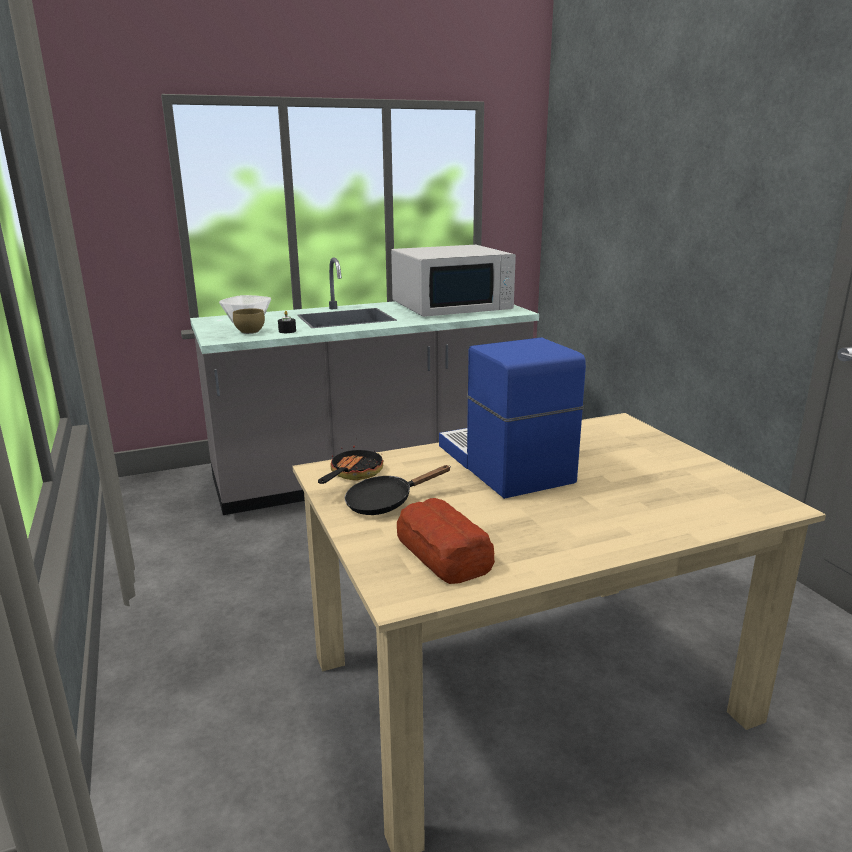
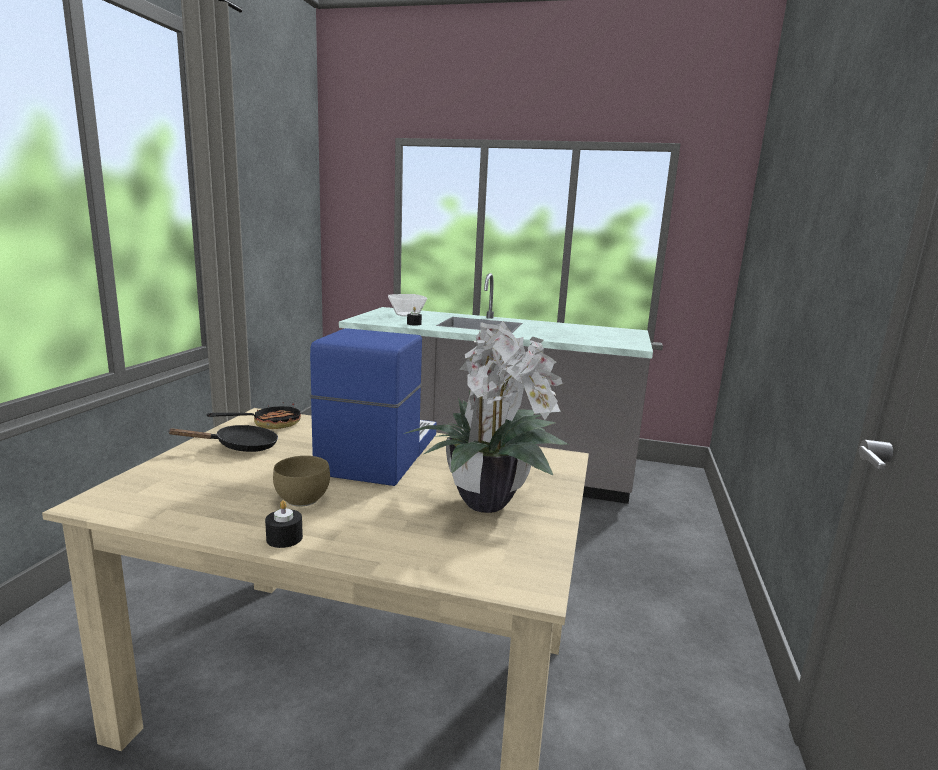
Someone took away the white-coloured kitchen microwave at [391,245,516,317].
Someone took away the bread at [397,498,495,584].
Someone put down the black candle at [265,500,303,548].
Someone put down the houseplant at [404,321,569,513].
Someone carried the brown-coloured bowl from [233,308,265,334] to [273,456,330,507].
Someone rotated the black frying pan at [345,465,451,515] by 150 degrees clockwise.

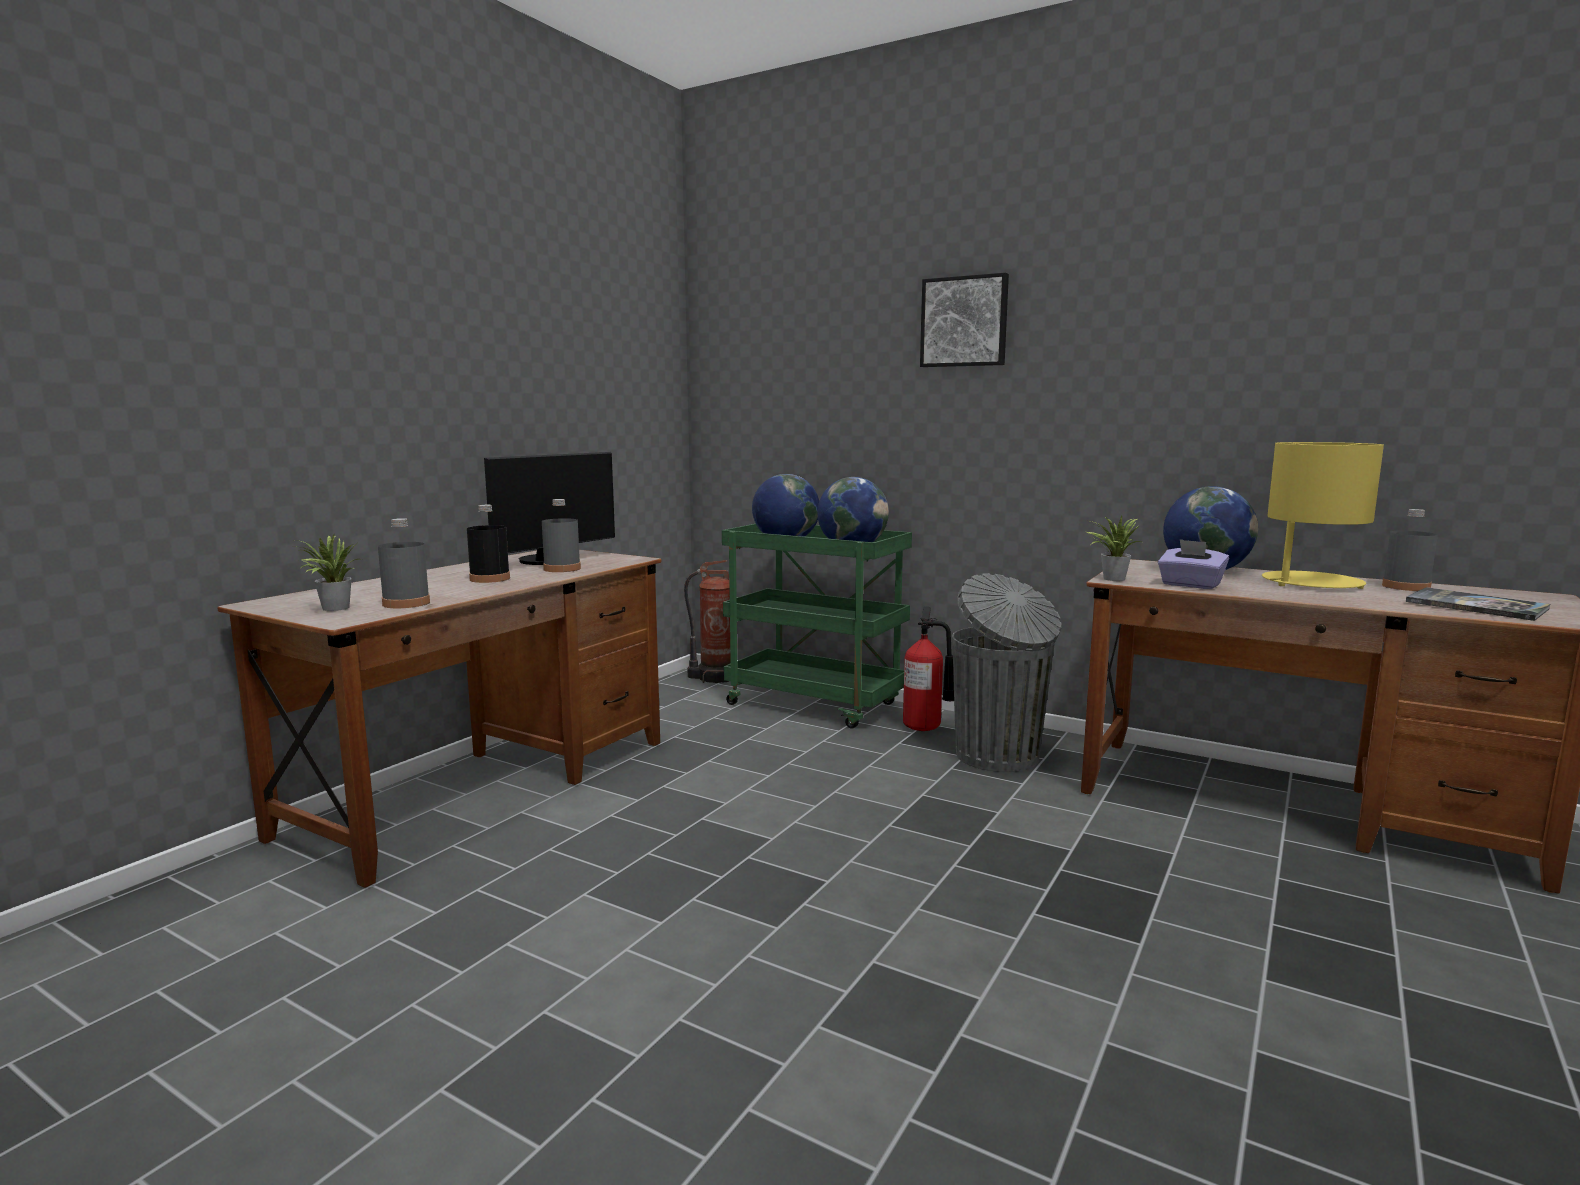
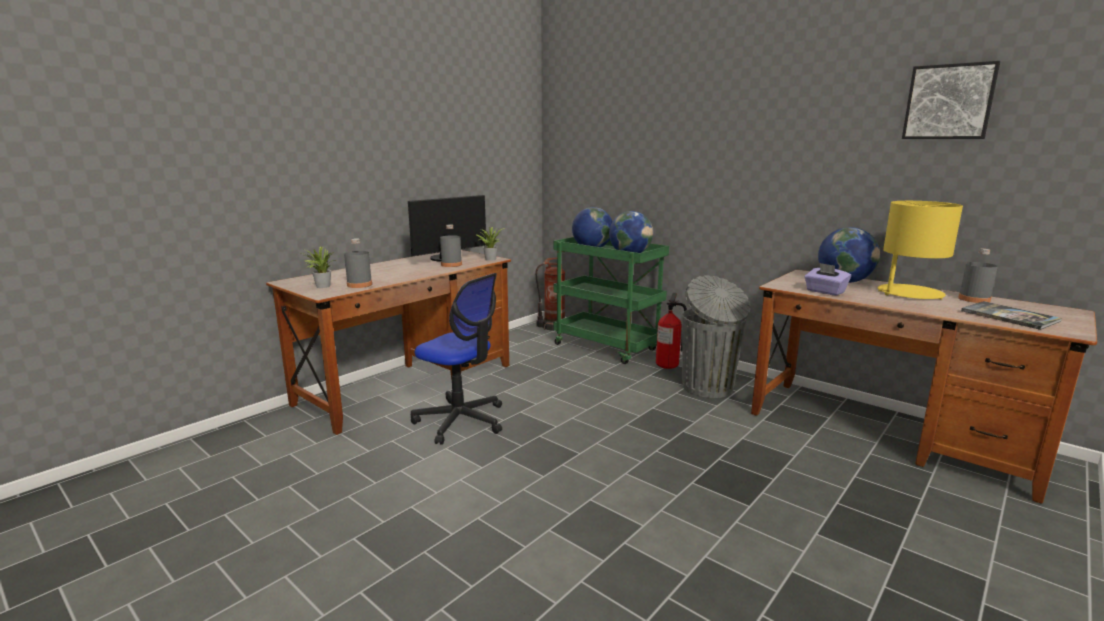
Someone took away the black beverage bottle at [467,505,510,583].
Someone put down the desk chair at [411,273,502,445].
Someone carried the wall art from [920,273,1009,367] to [902,61,1000,139].
Someone carried the houseplant from [1086,516,1144,581] to [475,227,505,261].

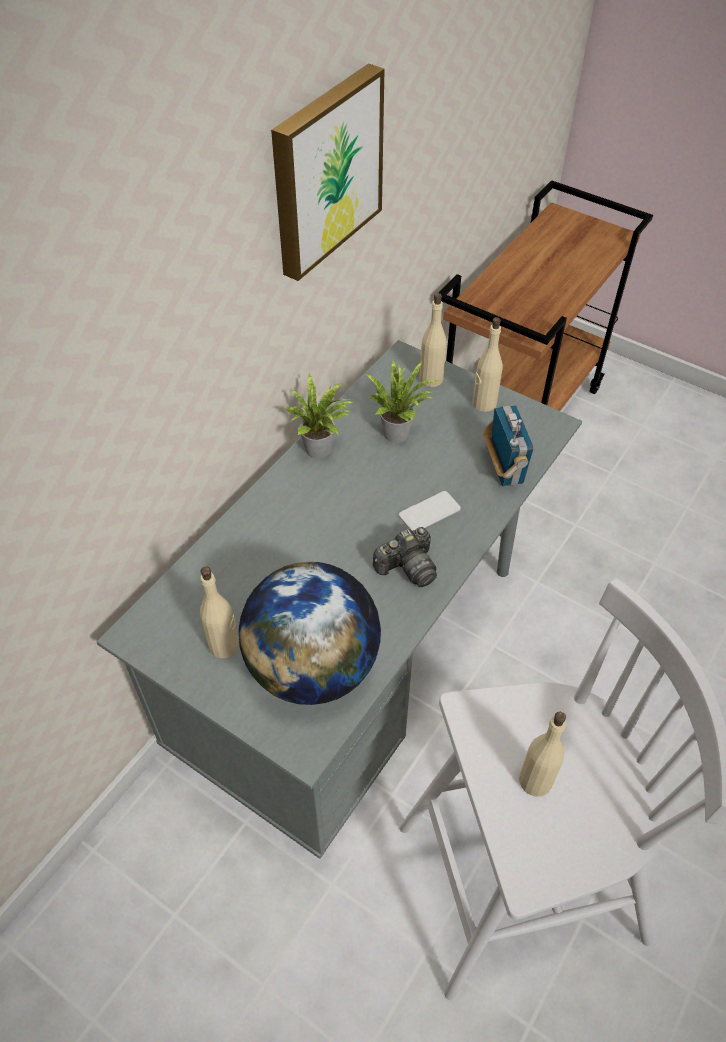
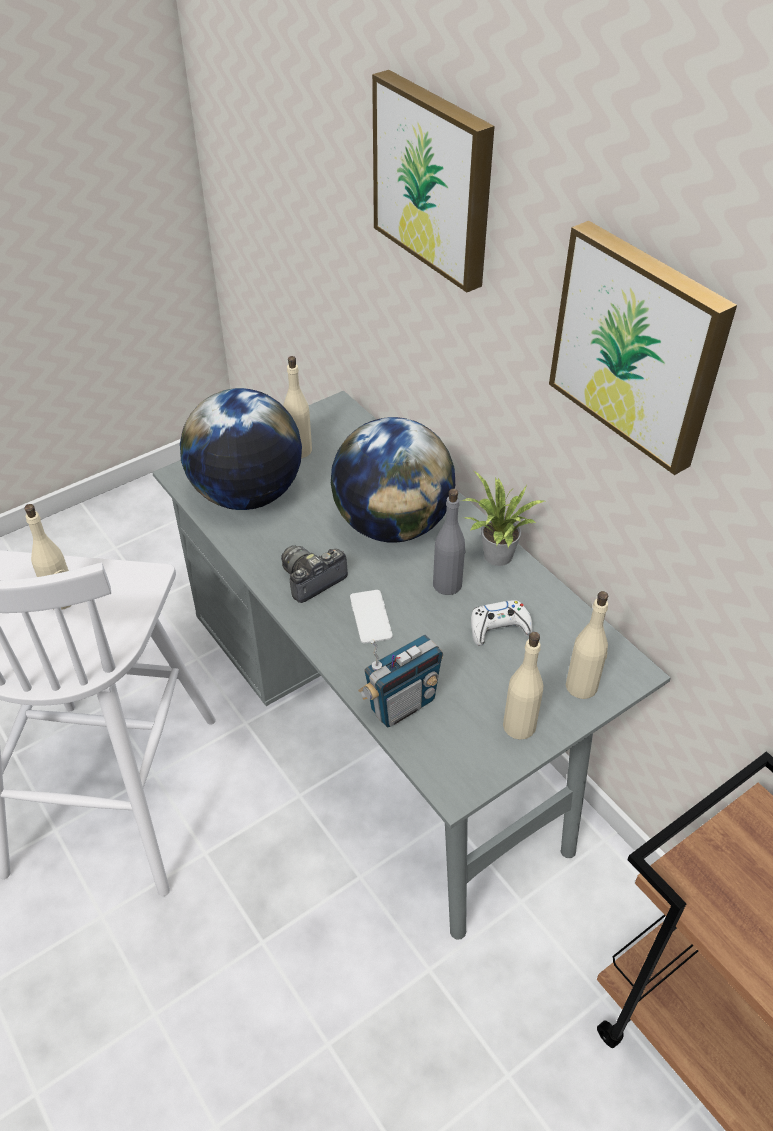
Someone put down the globe at [331,417,455,543].
Someone put up the wall art at [372,70,495,293].
Someone put down the grey beverage bottle at [433,489,465,595].
Someone swapped the houseplant at [365,360,437,443] for the white-coloured joypad at [471,600,533,645].
Someone rotated the photo camera at [373,527,437,587] by 60 degrees clockwise.
Someone rotated the radio set at [483,405,533,486] by 45 degrees counterclockwise.

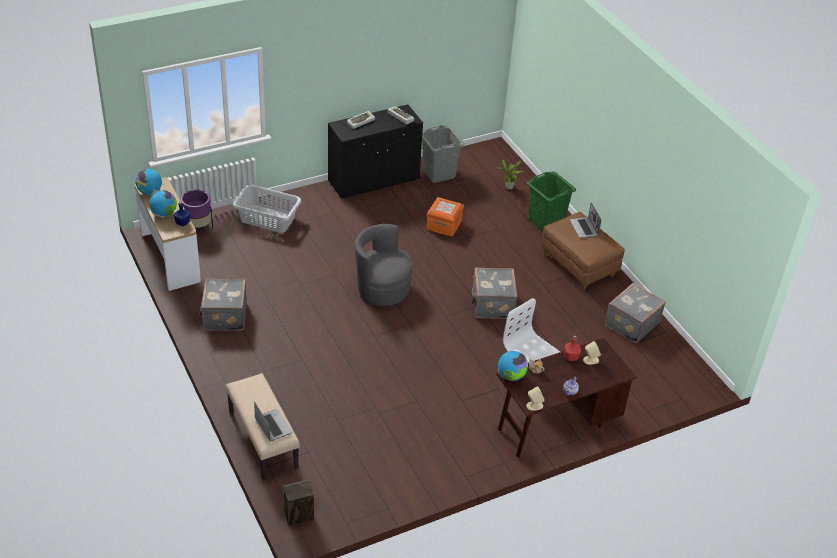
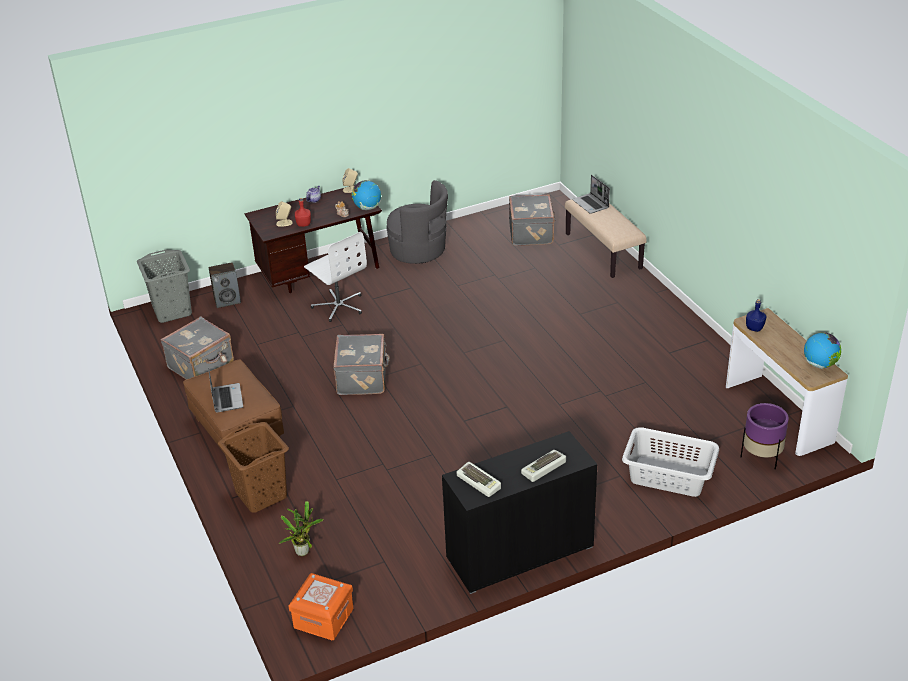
Someone took away the globe at [150,190,177,218].
Someone carried the grey suitcase from [199,278,247,331] to [509,194,556,246].
Someone carried the audio speaker from [283,480,314,526] to [209,262,241,308].
Someone carried the grey armchair from [355,224,413,306] to [386,180,448,264].
Someone carried the grey hamper from [422,125,464,183] to [137,250,192,323].
Someone carried the orange storage bin from [426,197,464,237] to [288,573,353,640].
Someone repainted the green-coloured hamper at [527,172,576,231], which became the brown-coloured hamper at [218,422,289,512].

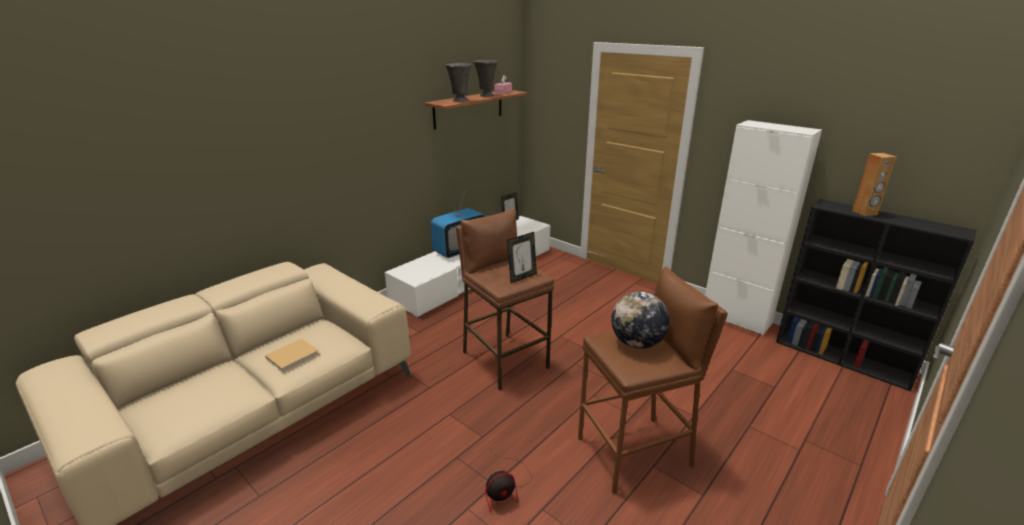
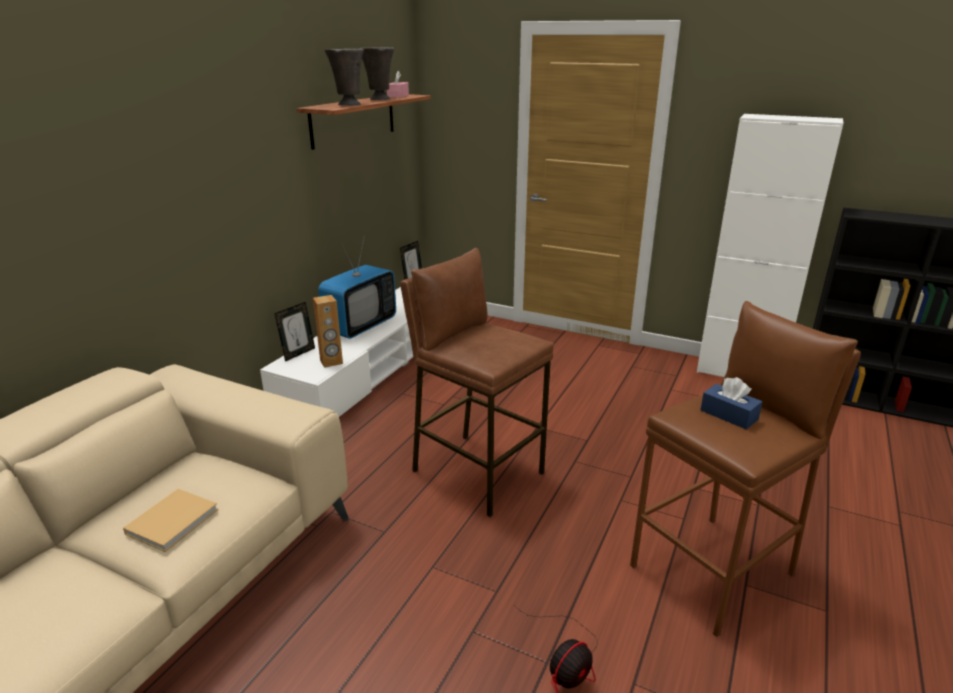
Someone carried the standing frame from [507,232,537,283] to [274,302,315,361].
Someone carried the brown-coloured audio speaker from [852,153,896,216] to [313,295,343,368].
Someone swapped the globe at [611,292,670,349] for the blue-coloured box of tissues at [700,377,762,429].

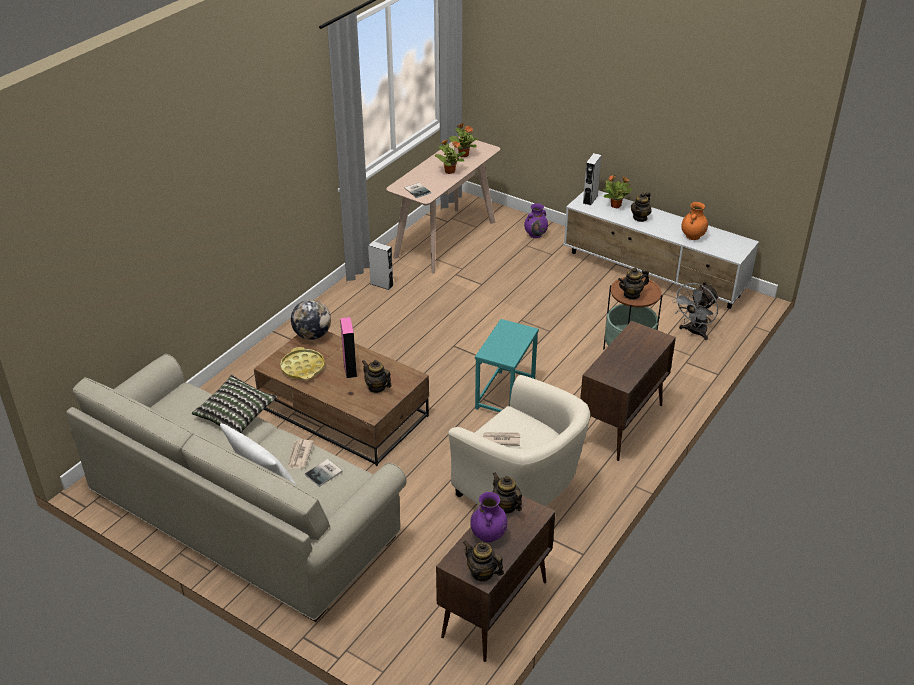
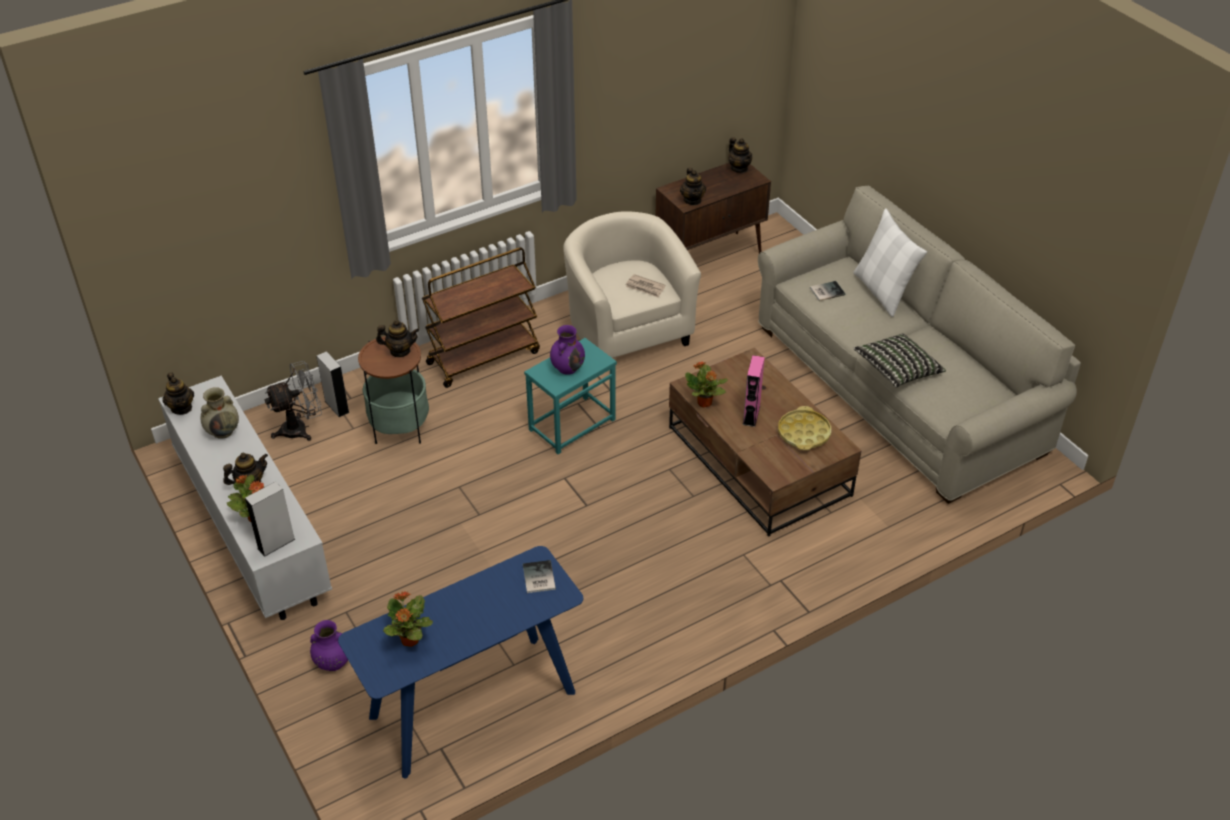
Someone took away the daily paper at [287,439,314,469].
Someone took away the globe at [291,300,331,340].
Someone carried the pot for tea from [362,360,392,393] to [163,372,194,415].
Someone carried the grey audio speaker from [368,241,394,290] to [317,351,350,417].
Someone carried the houseplant from [434,139,466,174] to [685,361,728,407].
Someone carried the purple decorative vase from [470,492,508,542] to [550,325,585,375].
Someone swapped the brown-coloured storage cabinet at [580,321,676,461] for the brown-coloured wheeled cart at [422,247,540,388].
Someone repainted the beige-coloured console table at [386,136,500,273], which became the blue-coloured console table at [338,546,583,779].
Someone repainted the orange decorative vase at [681,202,708,240], which became the beige-coloured decorative vase at [200,387,239,439].

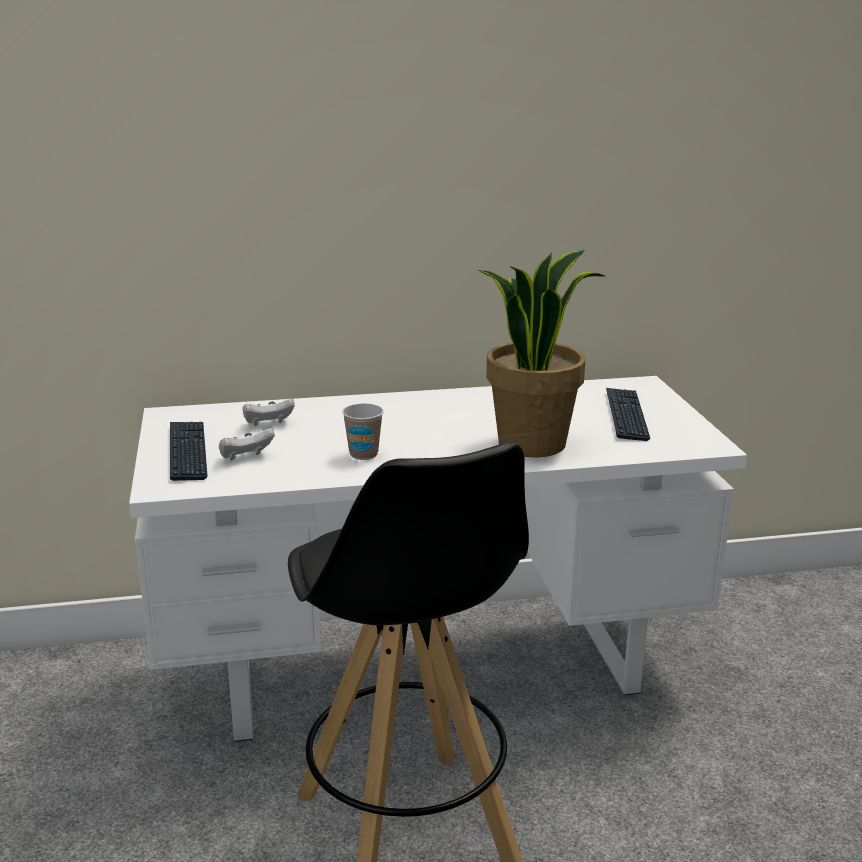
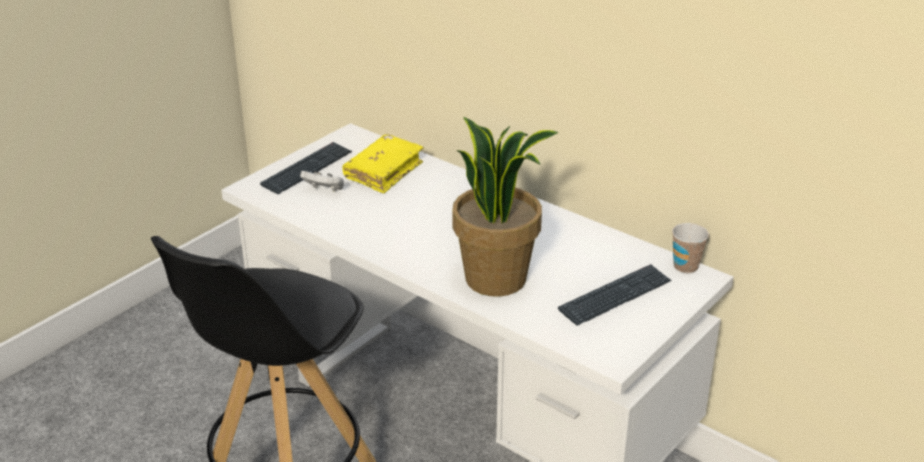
Someone carried the cup from [342,403,384,460] to [672,223,709,273].
Someone swapped the white-coloured joypad at [242,398,295,425] for the yellow-coloured book at [342,134,424,193].

